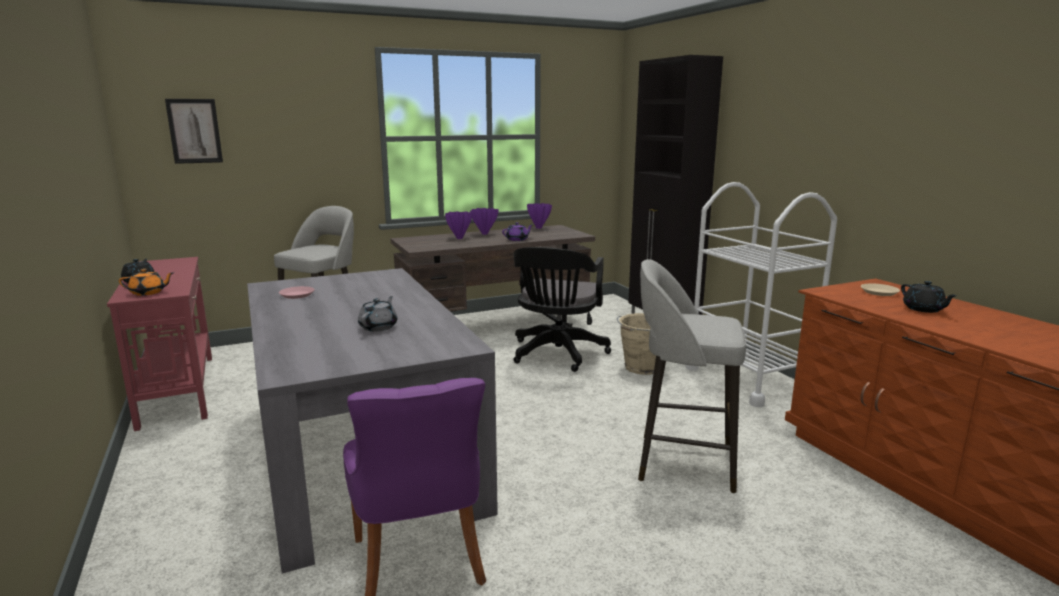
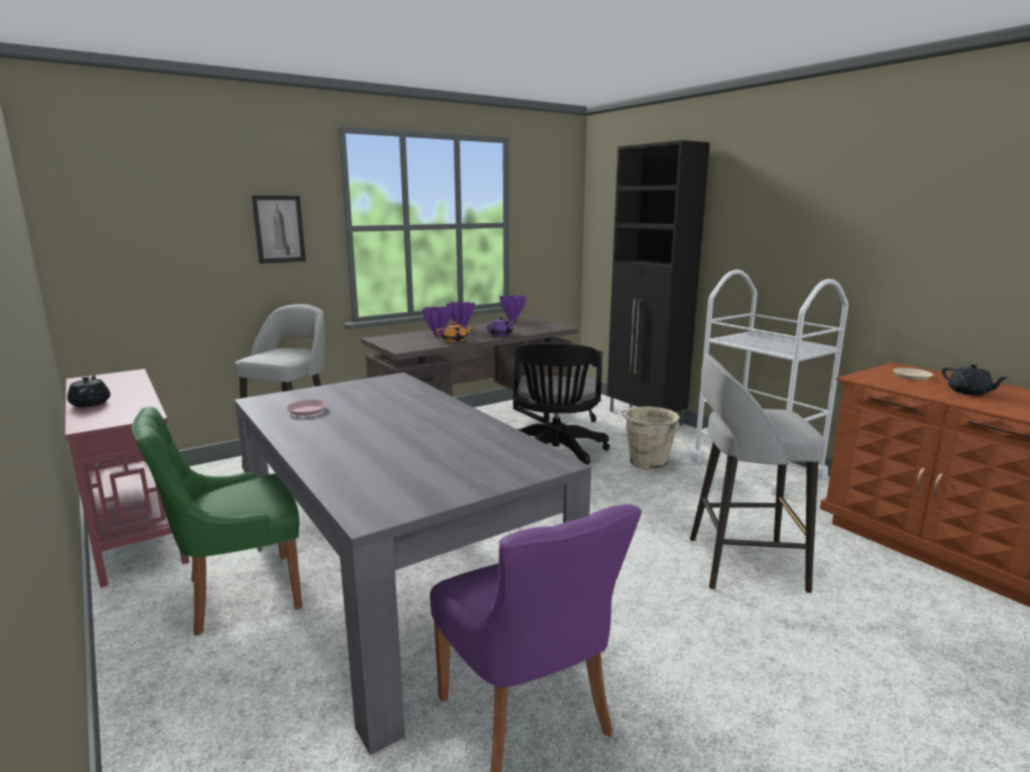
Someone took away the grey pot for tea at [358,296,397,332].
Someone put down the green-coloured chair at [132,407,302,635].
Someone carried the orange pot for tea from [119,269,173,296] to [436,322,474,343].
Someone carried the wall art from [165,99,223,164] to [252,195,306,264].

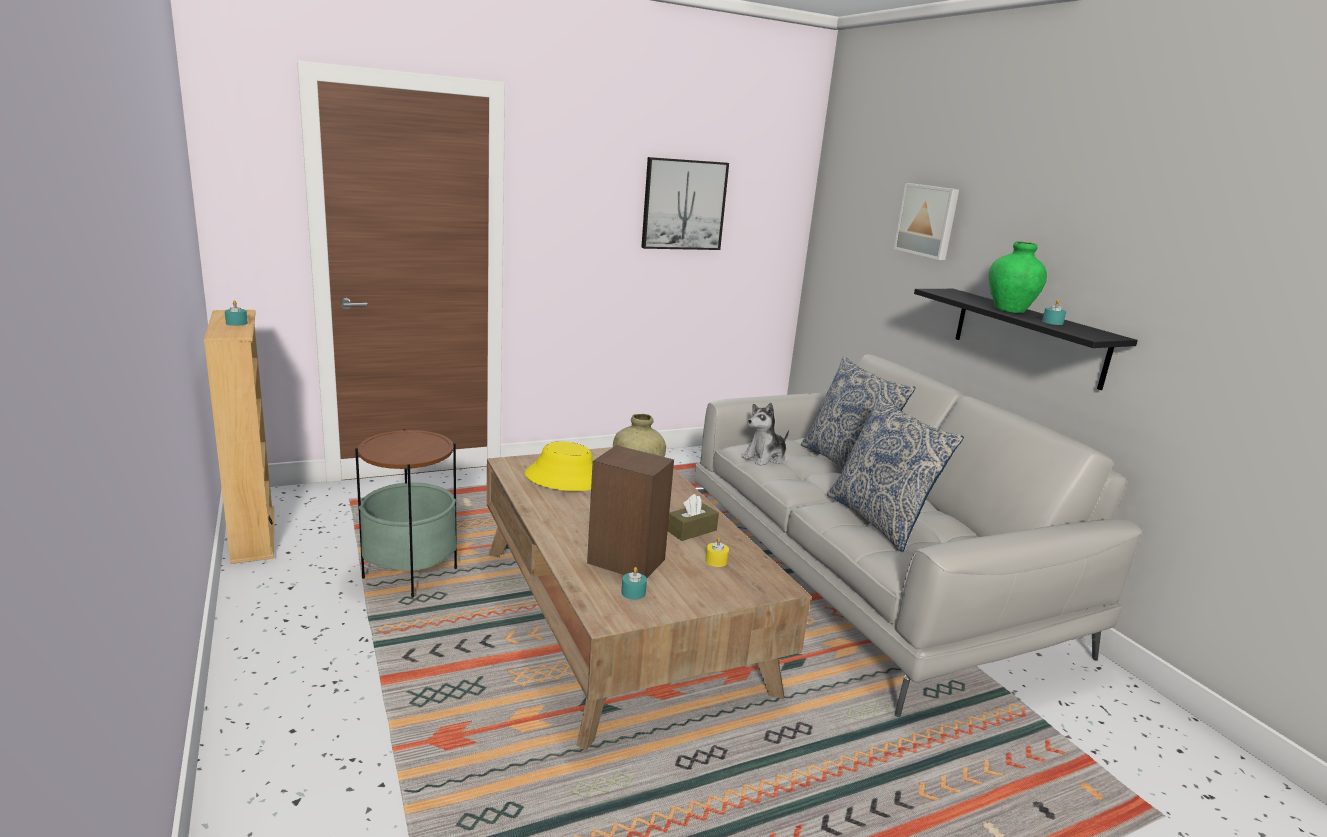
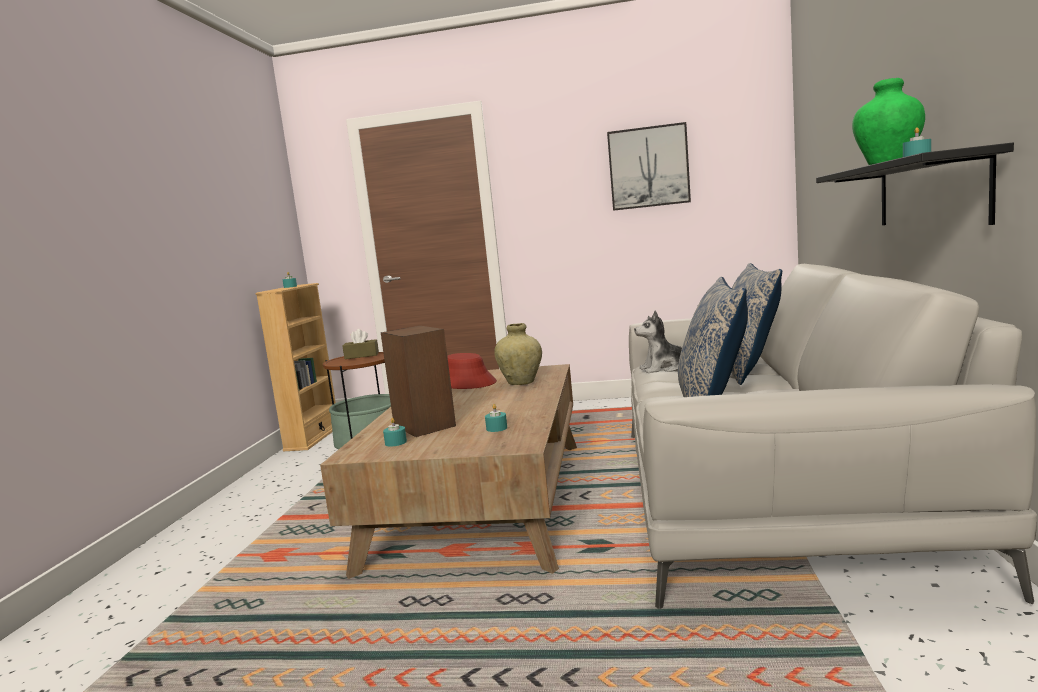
Someone took away the wall art at [894,183,959,260].
Someone carried the brown-coloured box of tissues from [668,494,719,541] to [343,329,379,359].
Someone repainted the yellow-coloured hat at [525,442,593,491], which became the red hat at [447,353,497,389].
Someone repainted the yellow-coloured candle at [705,537,729,567], which became the turquoise-coloured candle at [485,404,507,432].

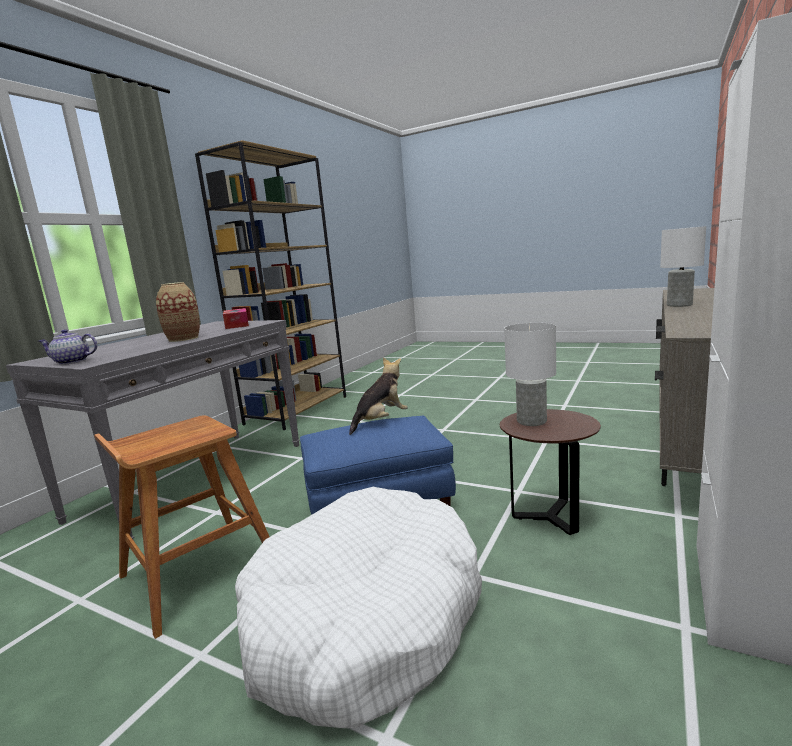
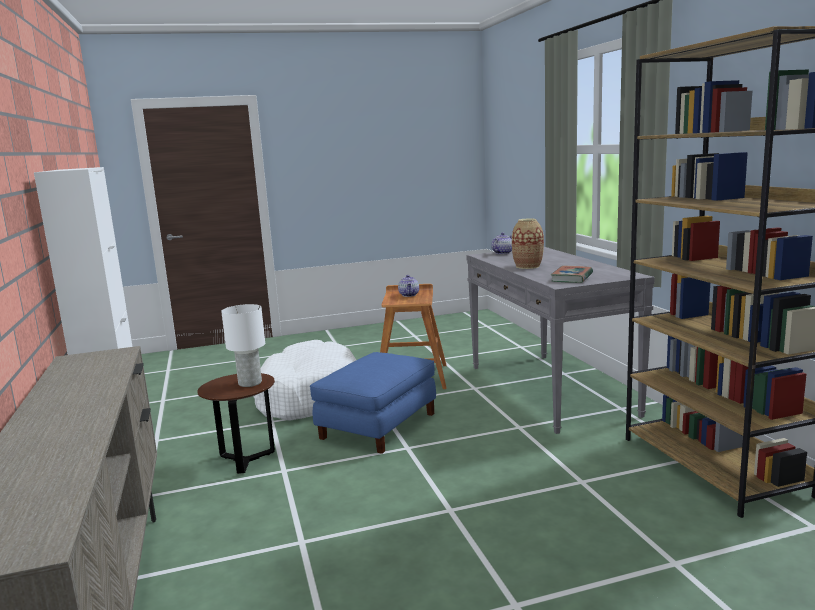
Someone took away the cuddly toy at [349,358,408,435].
Someone took away the white-coloured table lamp at [660,226,706,307].
Someone put down the pot for tea at [398,275,419,297].
Someone swapped the box of tissues at [223,308,249,329] for the book at [551,265,593,283].

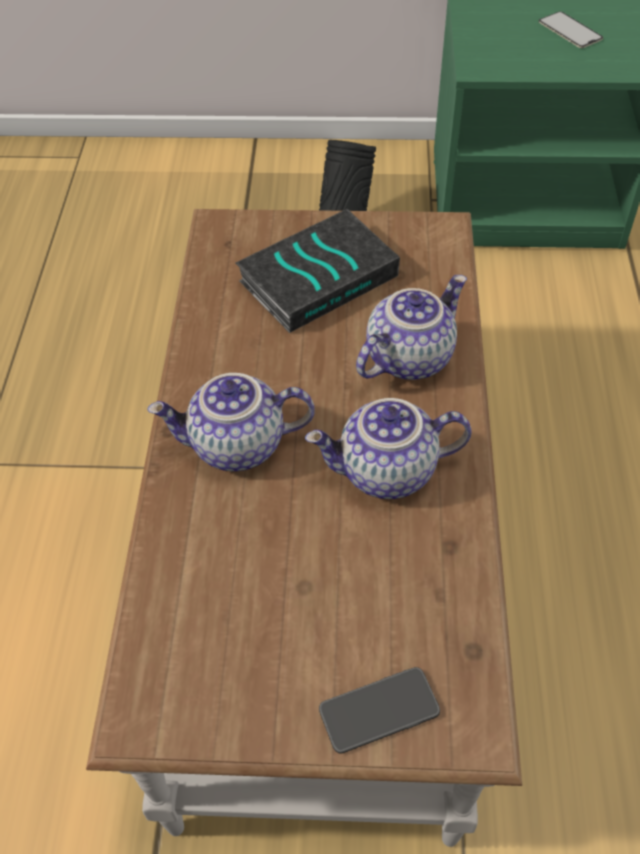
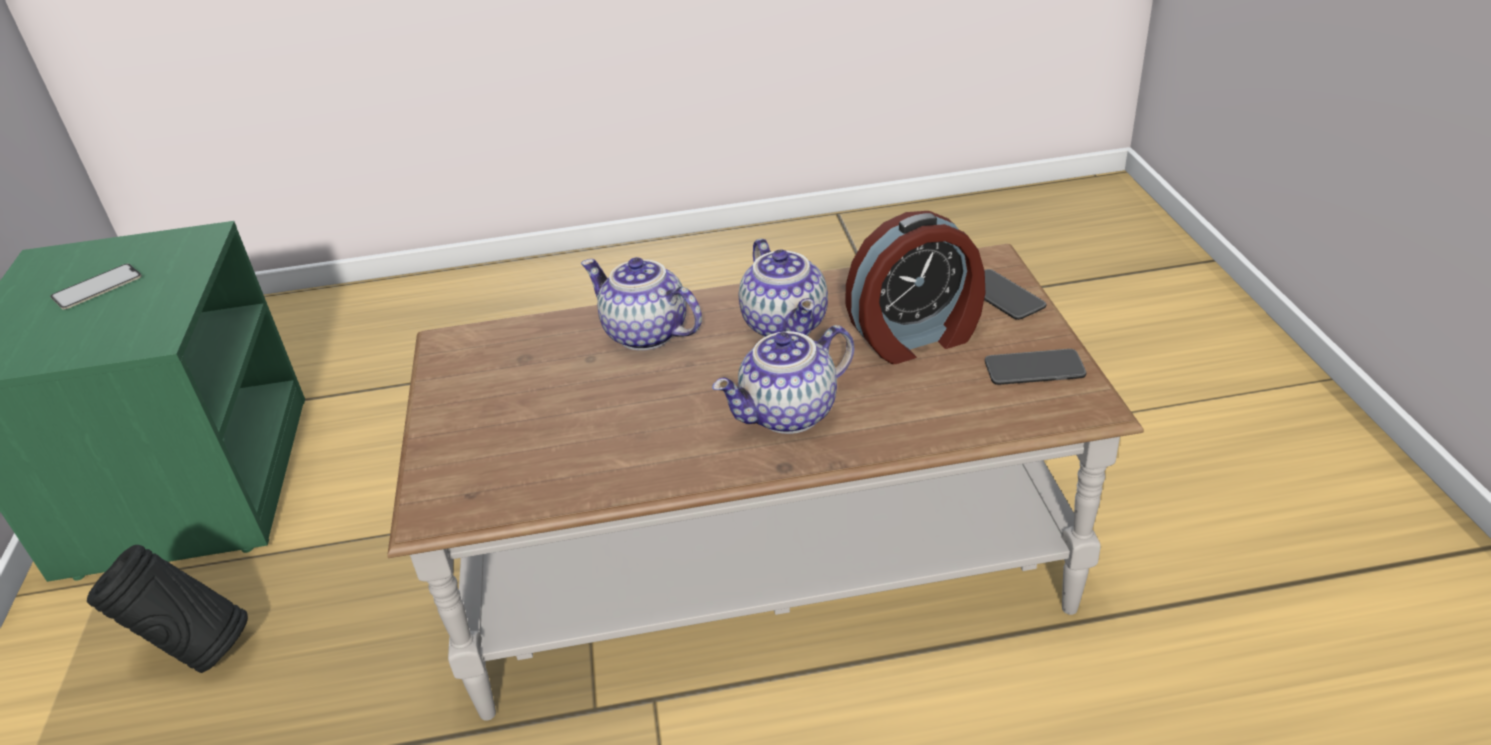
Someone took away the book at [236,209,400,333].
Someone put down the bedside clock at [846,211,985,364].
Someone put down the handset at [985,349,1086,385].
Someone rotated the pot for tea at [147,373,315,471] by 75 degrees clockwise.

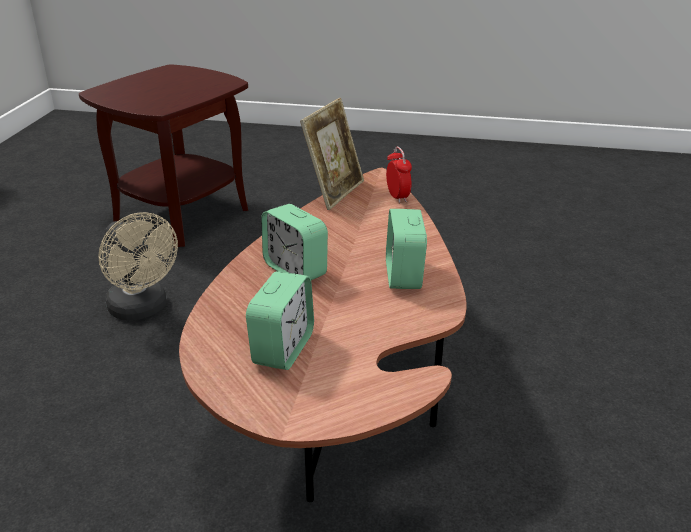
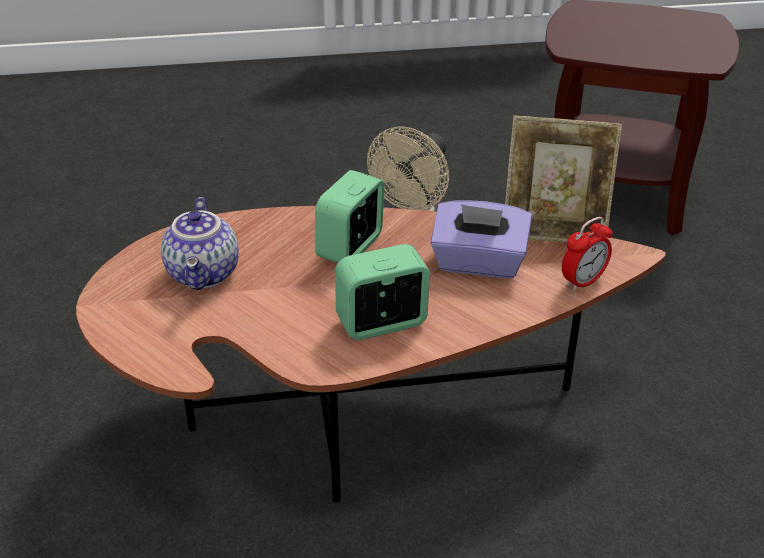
Someone put down the purple box of tissues at [431,200,532,278].
Someone swapped the bedside clock at [246,271,314,370] for the pot for tea at [161,197,239,290].

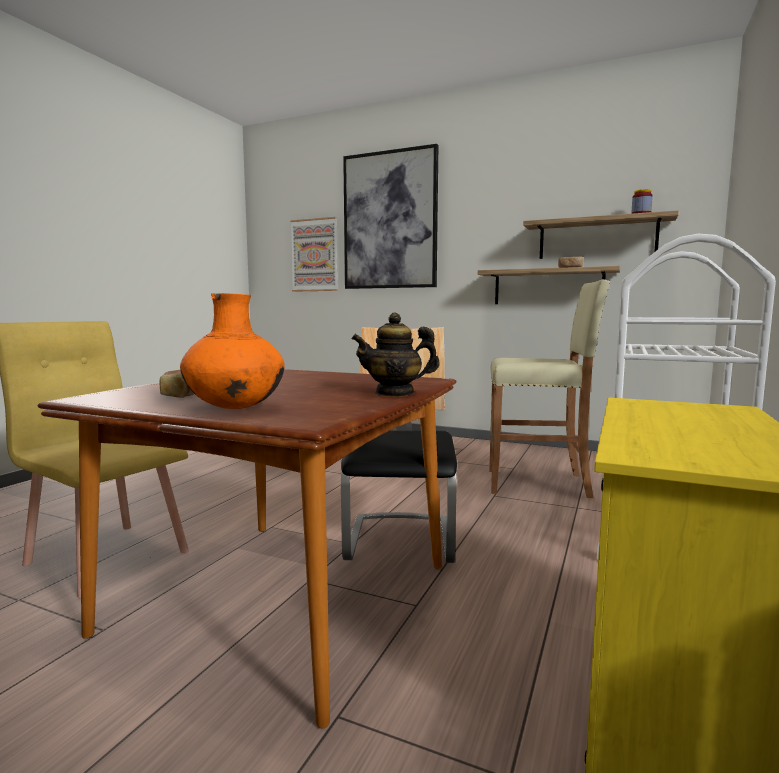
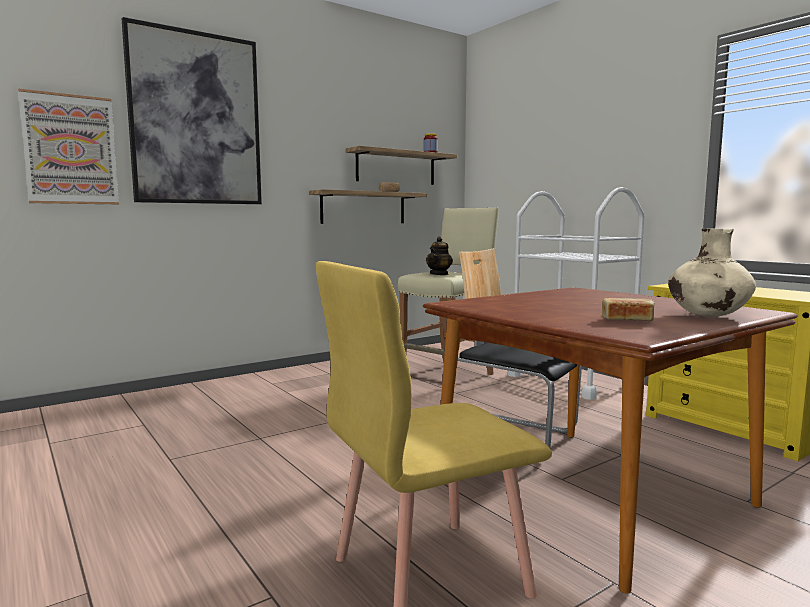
Someone carried the pot for tea from [351,313,440,397] to [426,237,453,275].
Someone repainted the orange decorative vase at [180,293,285,409], which became the beige-coloured decorative vase at [668,228,756,317].

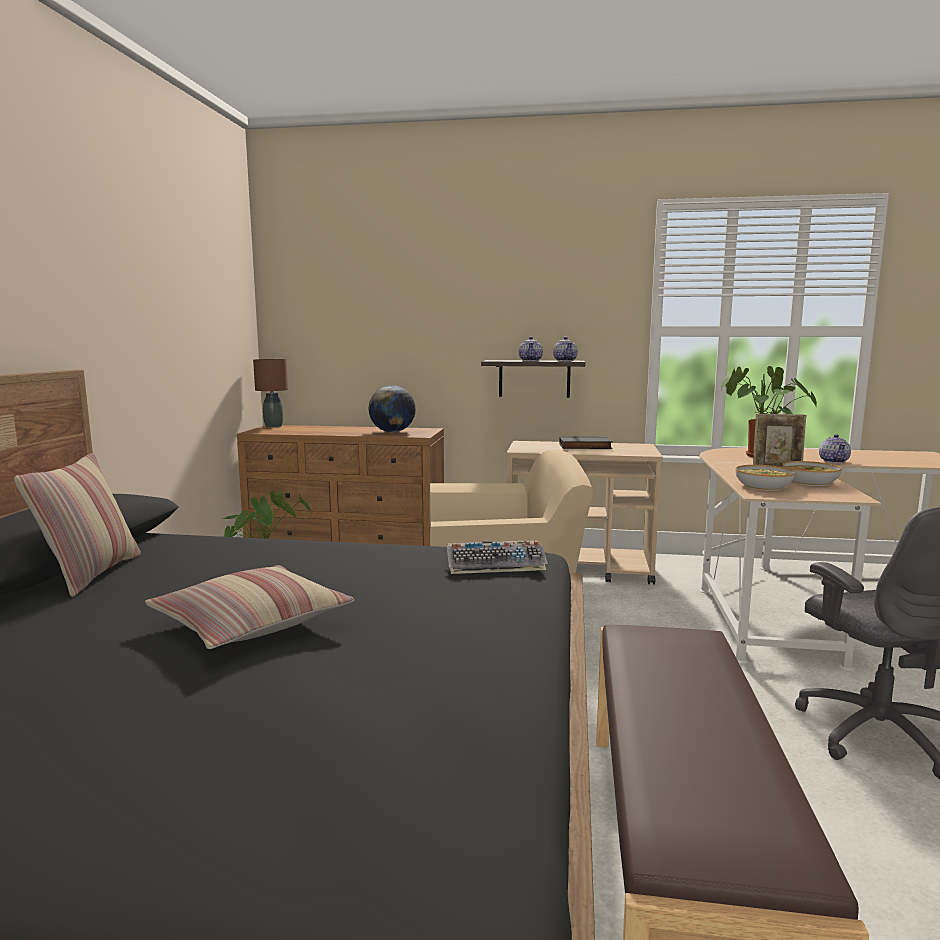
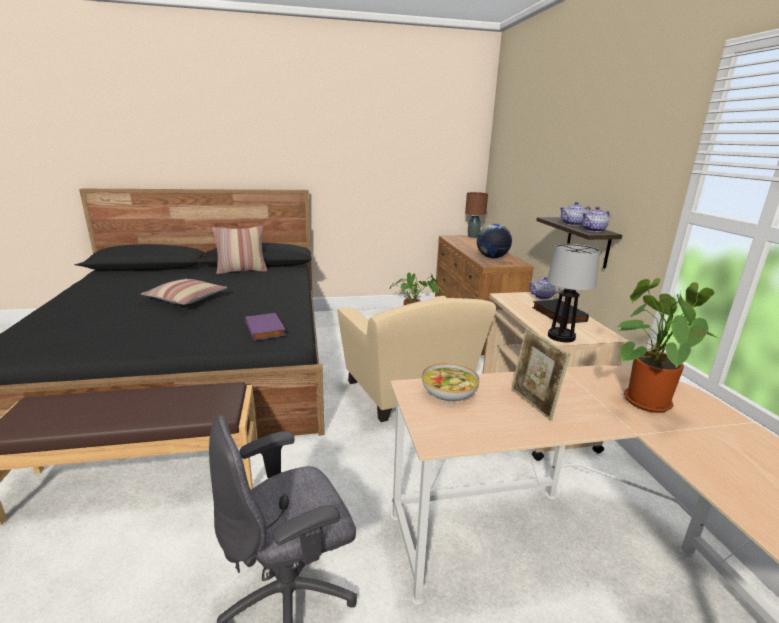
Someone took away the bowl at [782,461,842,486].
Someone put down the table lamp at [547,244,600,342].
Someone carried the pot for tea from [819,434,851,463] to [528,277,561,300].
Someone swapped the PC keyboard at [447,540,548,574] for the purple book at [245,313,286,341].

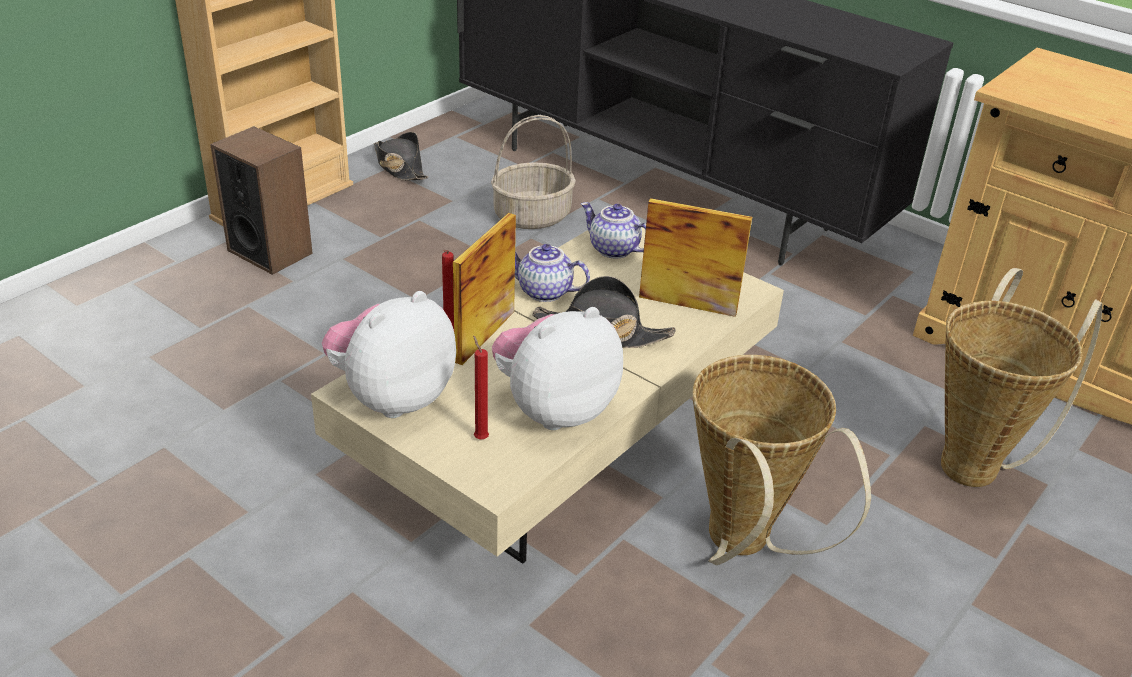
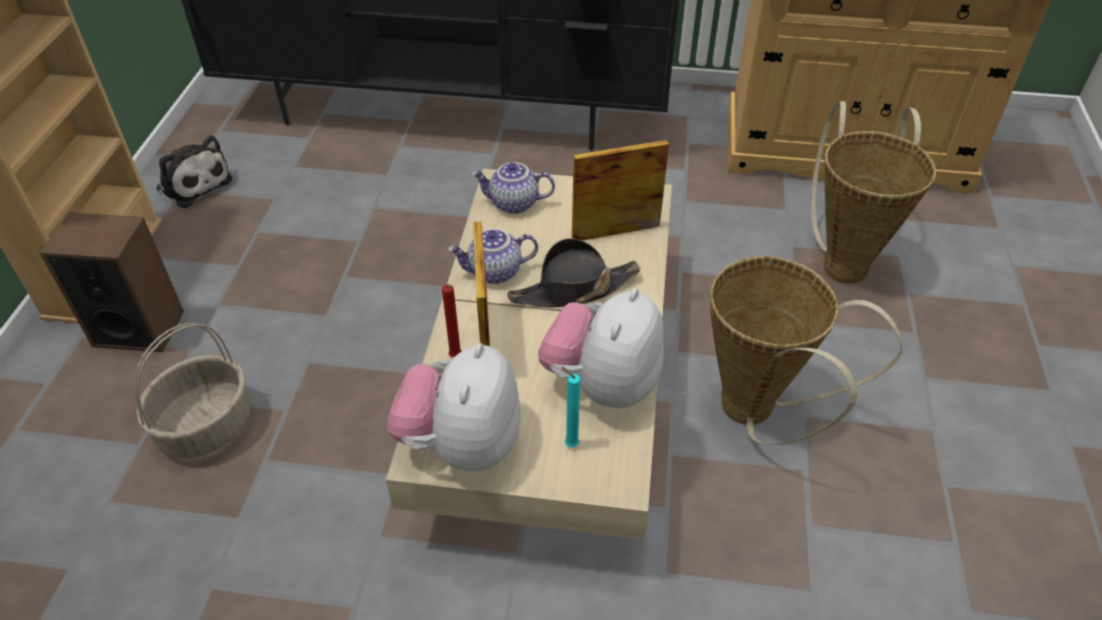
Someone carried the basket from [491,115,576,229] to [135,323,251,459].
Someone swapped the black hat at [374,132,428,181] for the cuddly toy at [156,135,232,208].
Someone repainted the red candle at [473,336,489,439], which became the turquoise-coloured candle at [561,366,580,448].

